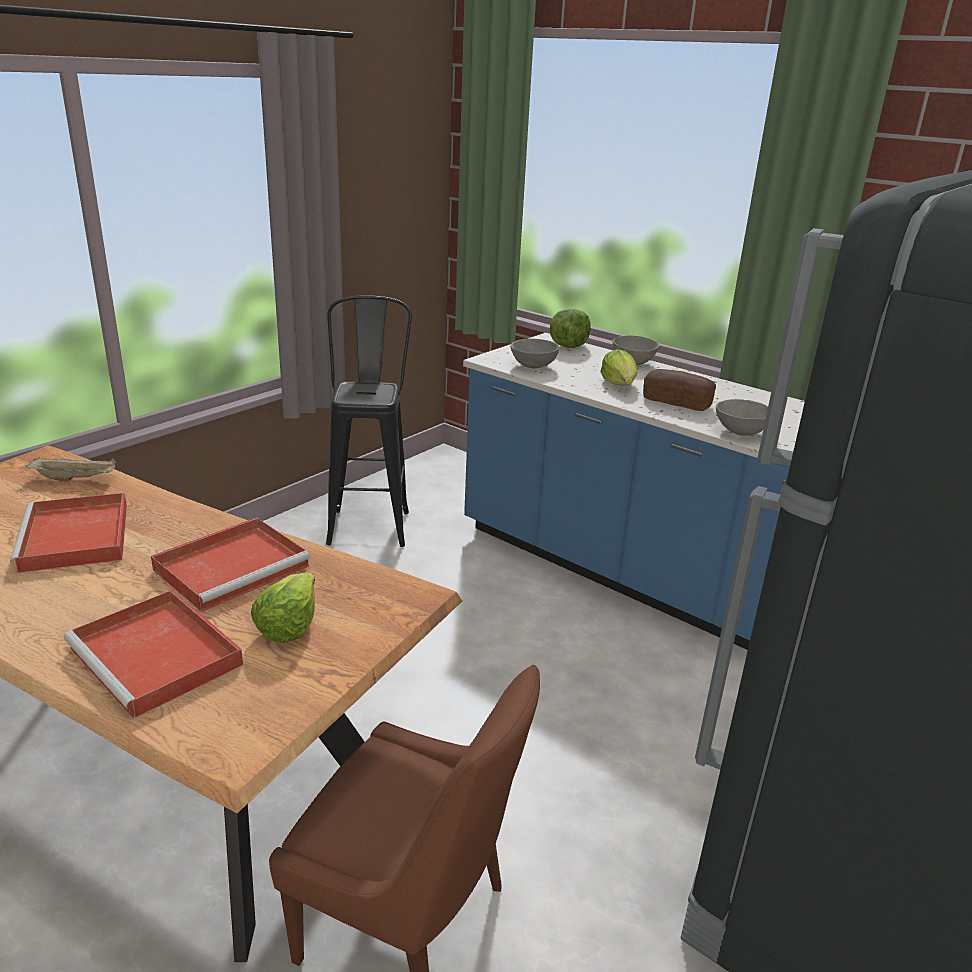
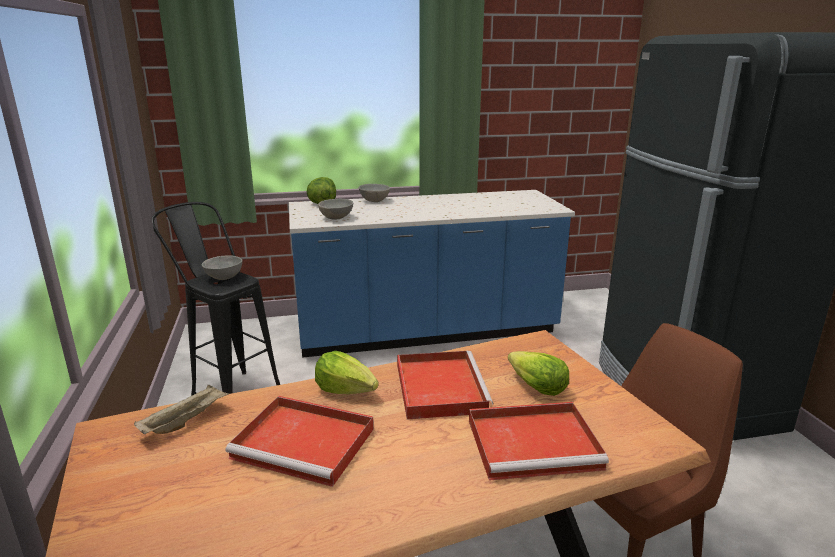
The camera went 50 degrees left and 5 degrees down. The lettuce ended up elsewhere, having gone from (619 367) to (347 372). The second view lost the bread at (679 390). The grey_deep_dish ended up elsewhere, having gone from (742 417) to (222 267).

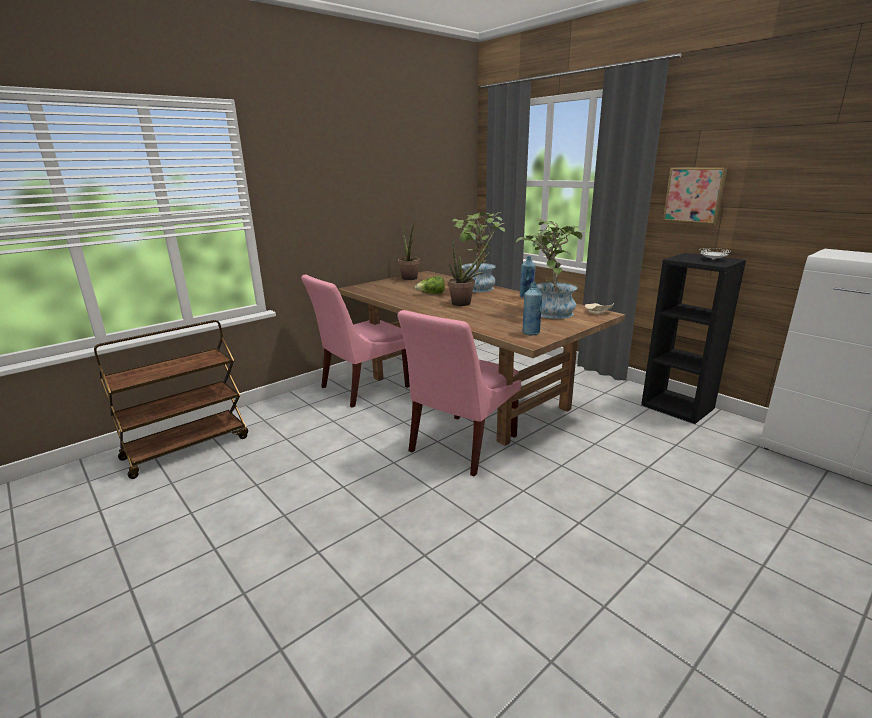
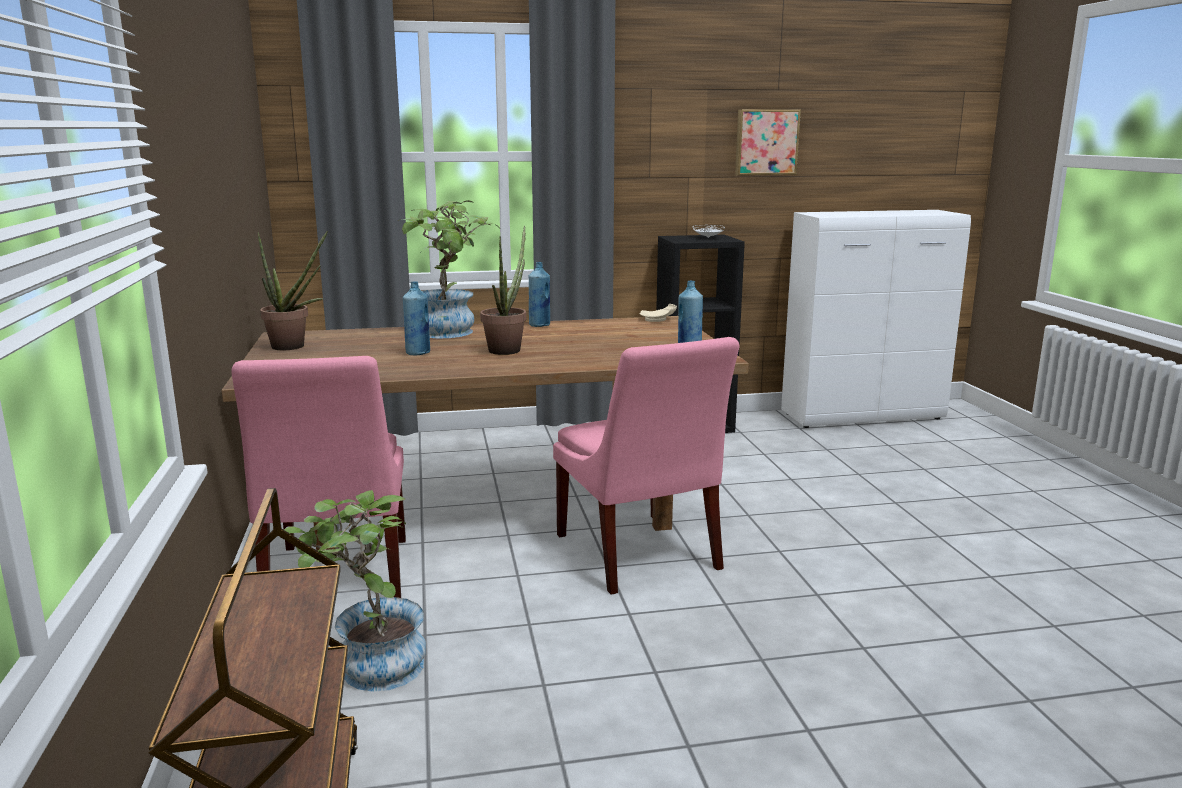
The camera went 60 degrees left and 5 degrees down. Where the lettuce stood at (430 285), the blue-coloured_beverage_bottle came to stand at (416 318). The plant_in_a_pot ended up elsewhere, having gone from (551 268) to (355 591). The wall_picture ended up elsewhere, having gone from (695 195) to (768 142).

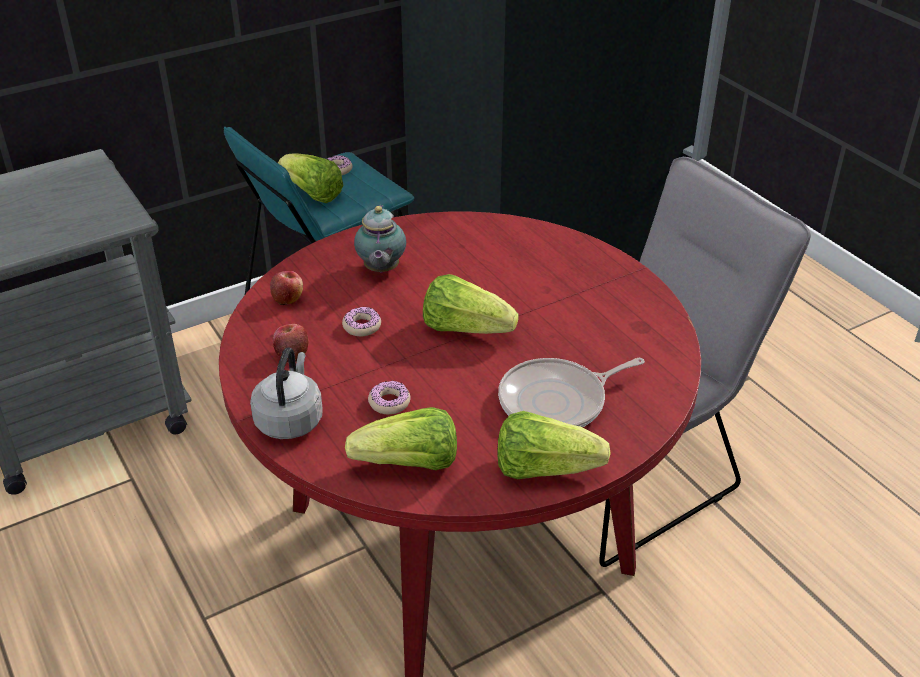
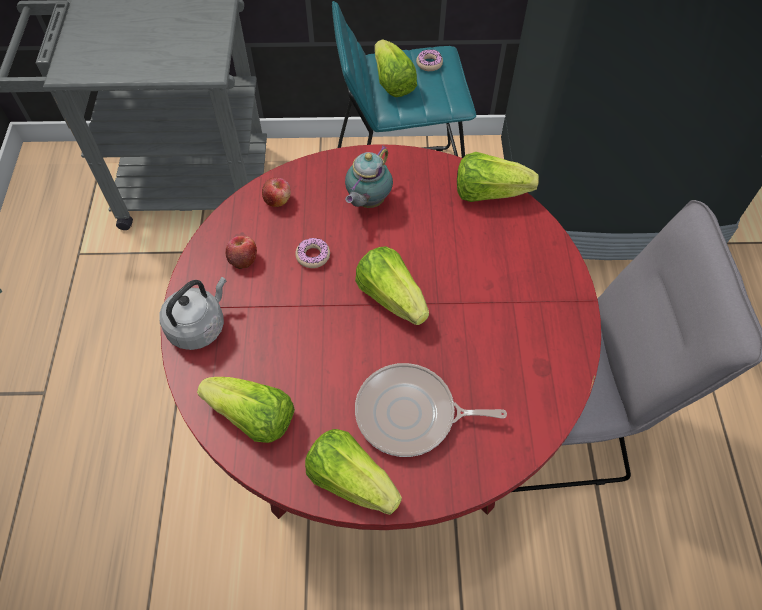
The camera went 30 degrees right and 20 degrees up. The second view lost the doughnut at (389 397). The second view gained the lettuce at (498 177).

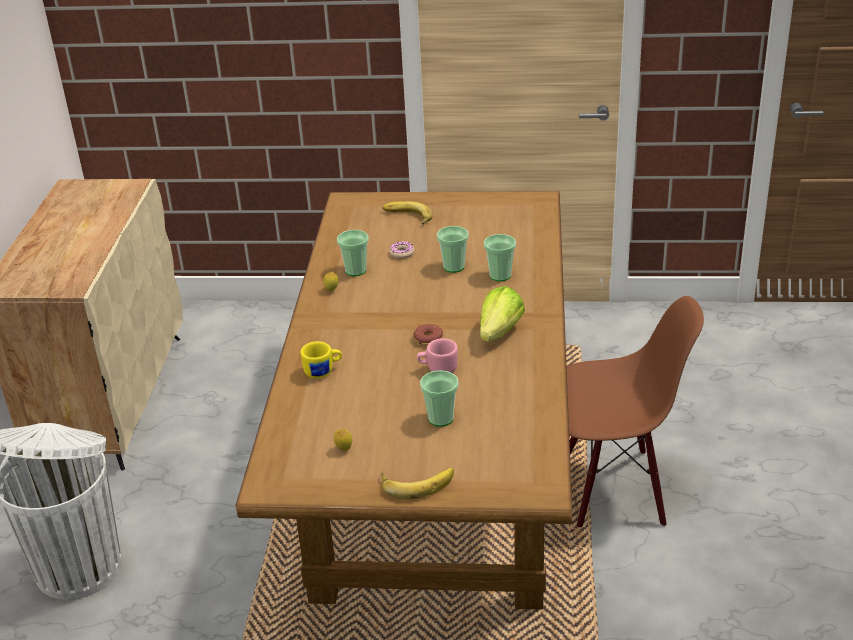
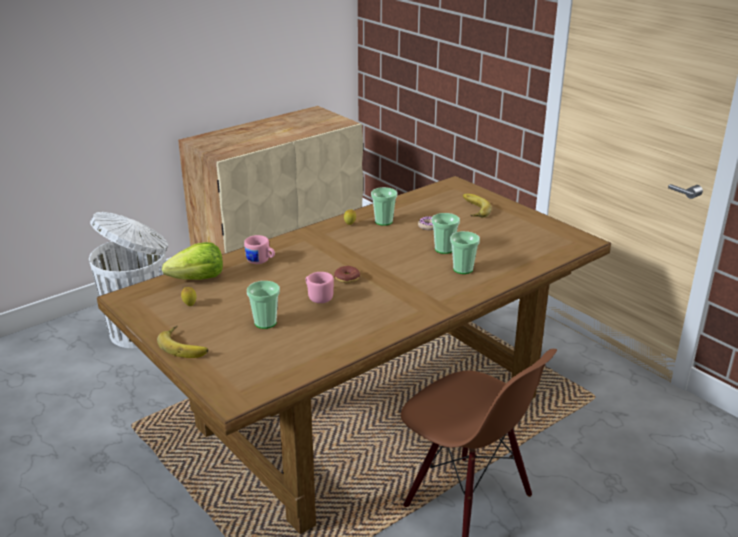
The camera went 45 degrees right and 5 degrees down. What was the yellow-coloured_coffee_mug at (321 360) turned into the pink_coffee_mug at (259 249). The lettuce ended up elsewhere, having gone from (502 314) to (192 261).

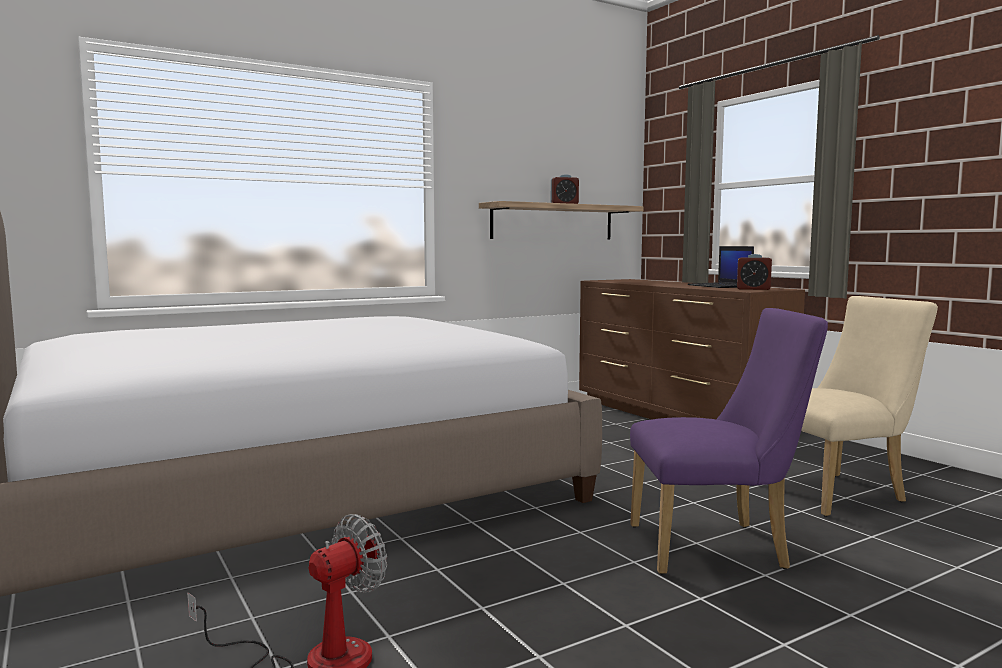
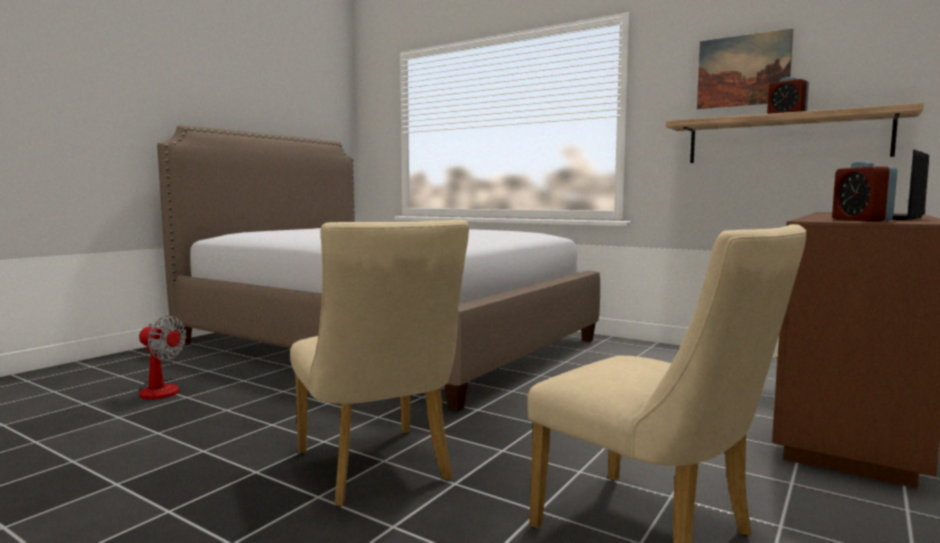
The camera went 65 degrees right and 0 degrees up. What was the purplish_plain_chair at (729 441) turned into the beige-coloured_plain_chair at (379 363). The second view gained the wall_picture at (745 69).

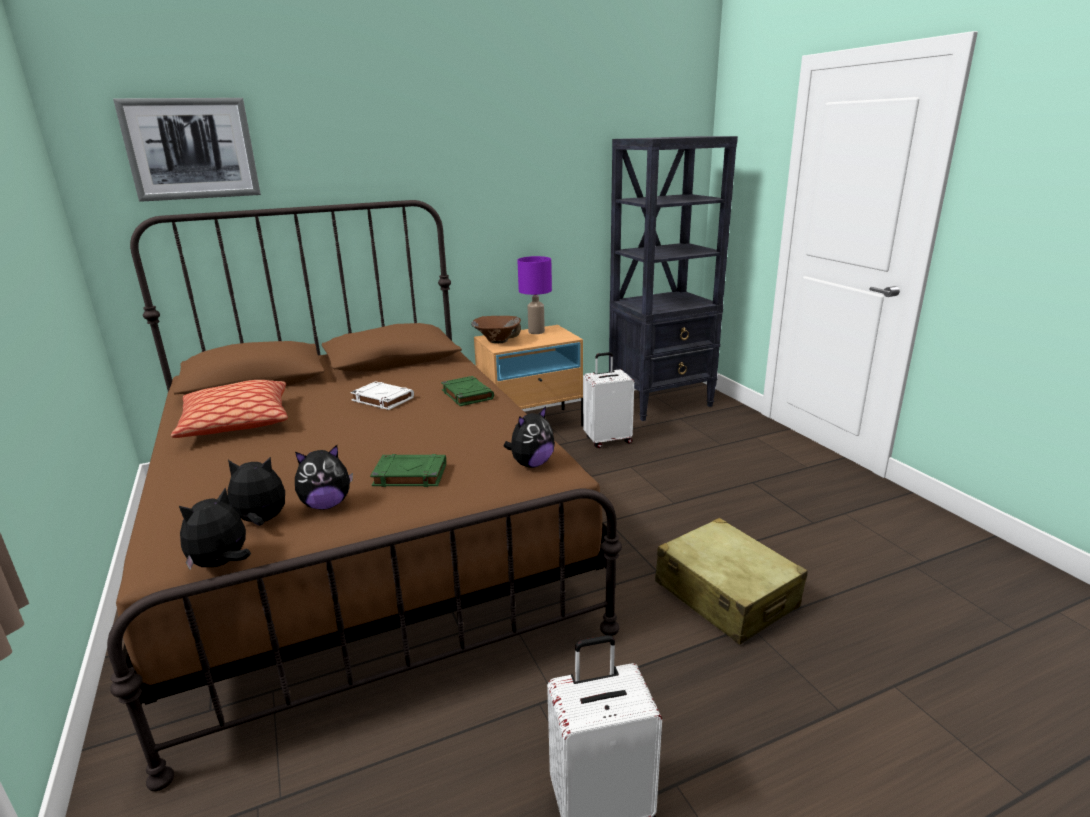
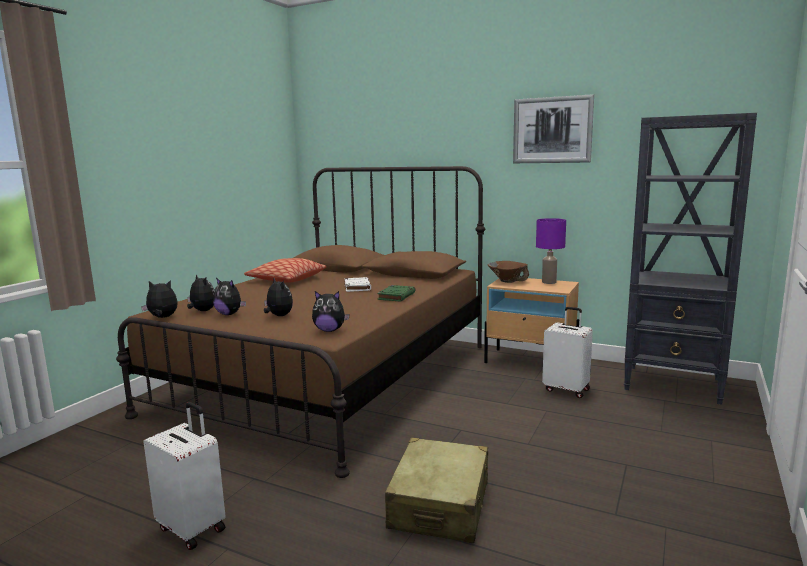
The camera went 50 degrees right and 10 degrees down. The wall_picture ended up elsewhere, having gone from (187 150) to (553 128). Where the green_bound_book stood at (408 470), the cuddly_toy came to stand at (278 297).

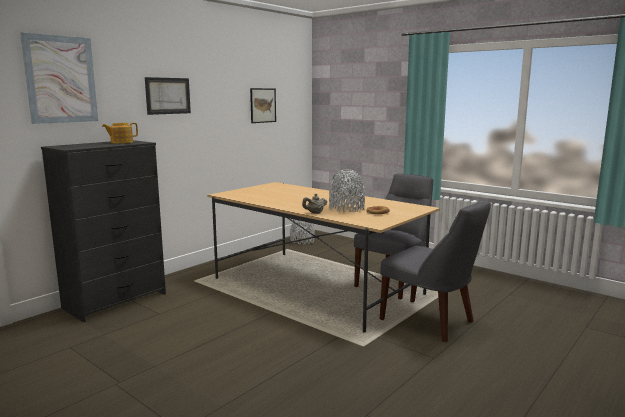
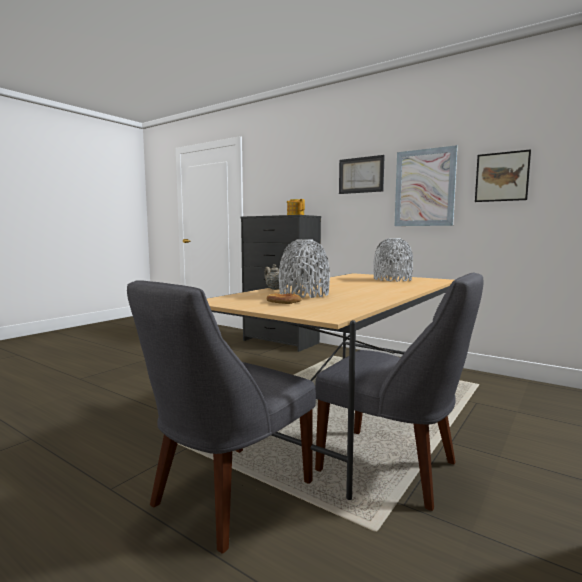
The camera went 85 degrees right and 5 degrees down. The wall_picture ended up elsewhere, having gone from (59 78) to (426 185). The grey_vase ended up elsewhere, having gone from (302 232) to (393 260).

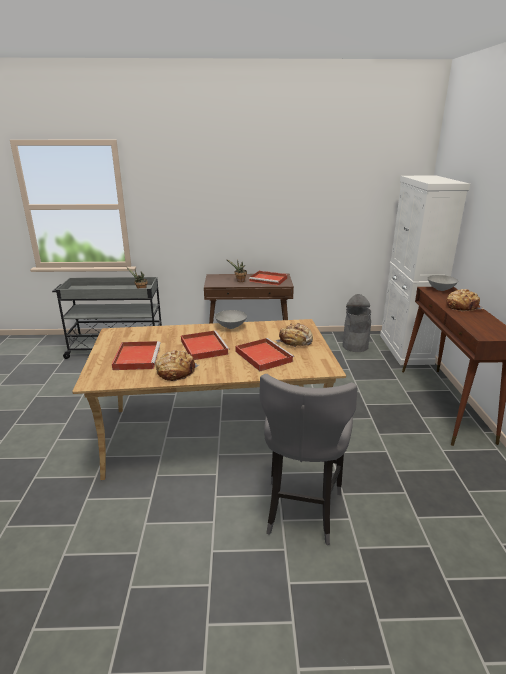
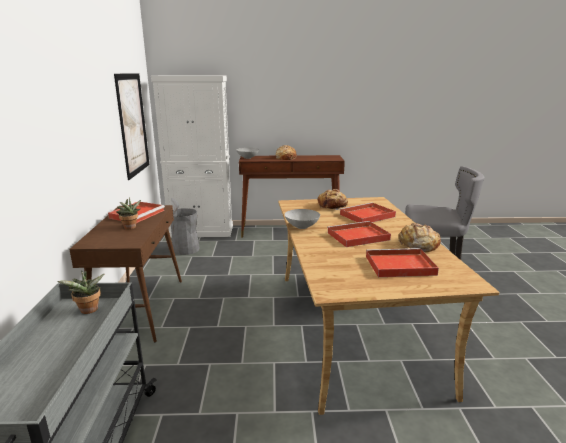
The camera went 90 degrees left and 5 degrees down. The second view gained the wall_picture at (131 126).

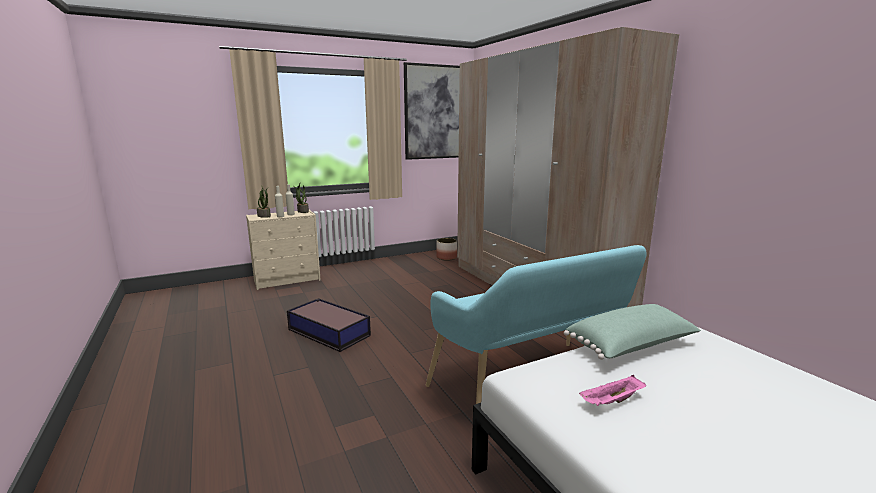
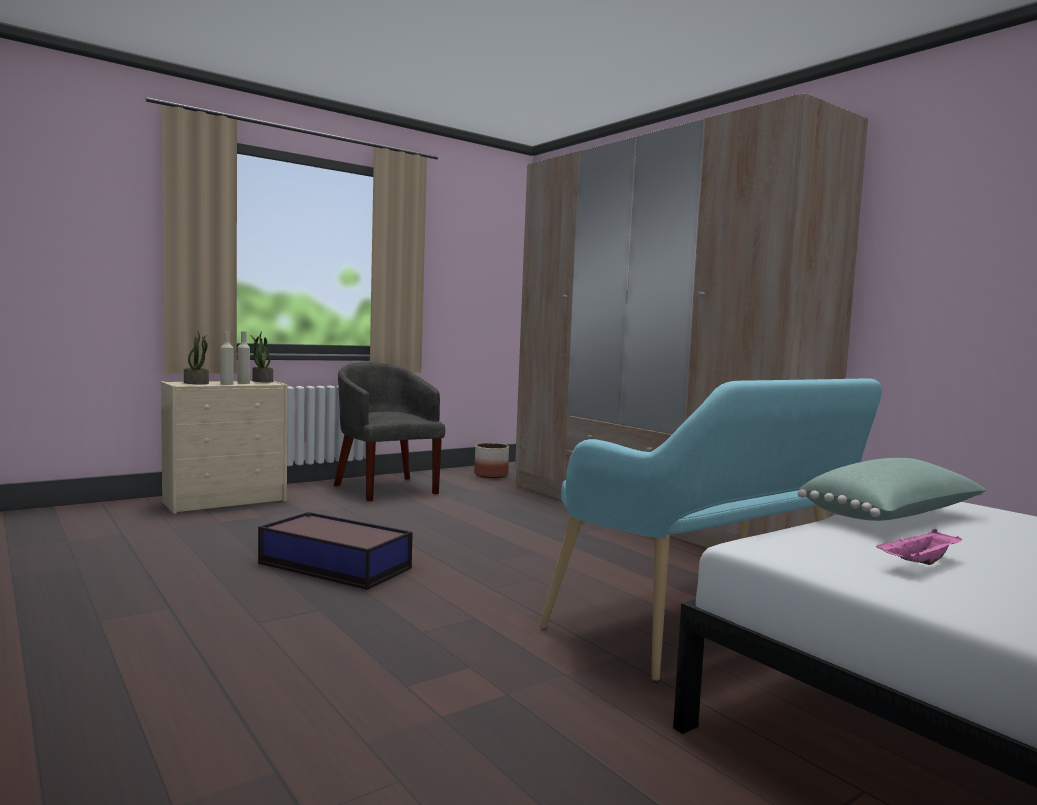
The camera went 10 degrees left and 10 degrees down. The second view lost the wall_picture at (432 111). The second view gained the grey_armchair at (389 432).

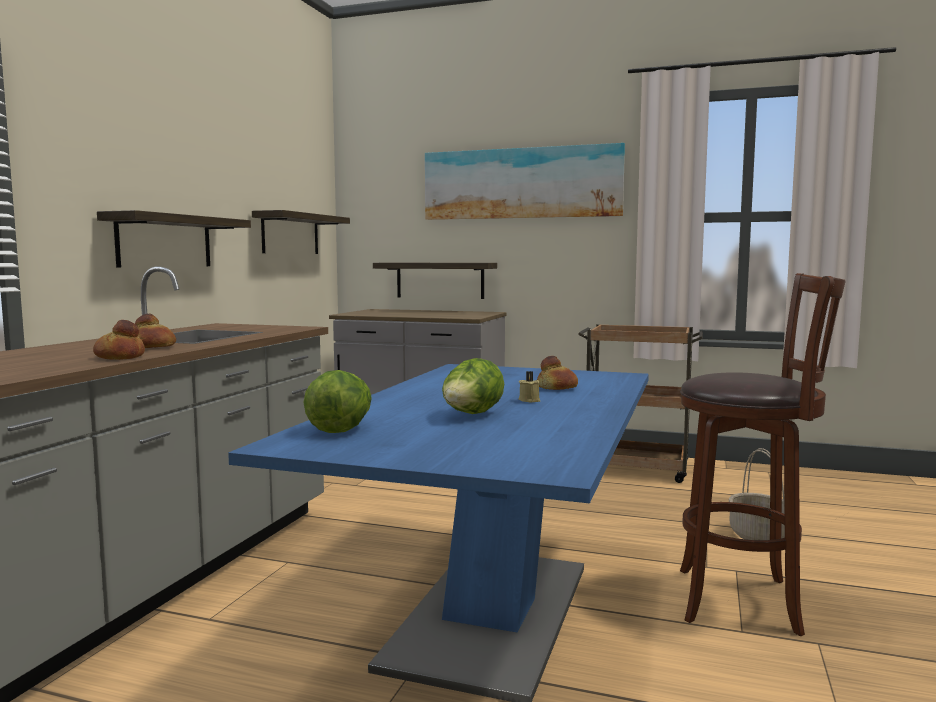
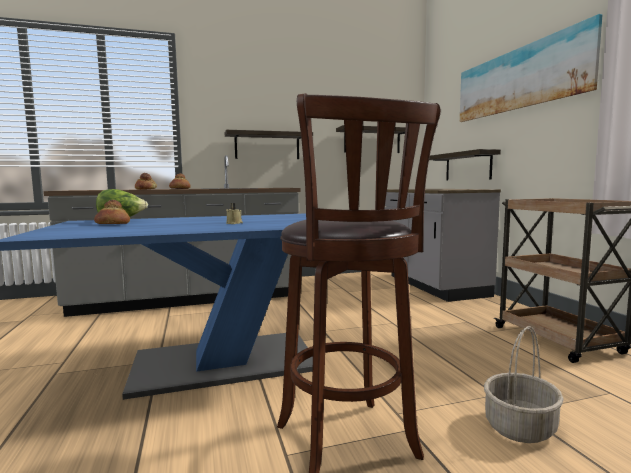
The camera went 55 degrees right and 0 degrees up. The second view lost the lettuce at (473 386). The bread ended up elsewhere, having gone from (557 373) to (112 212).

